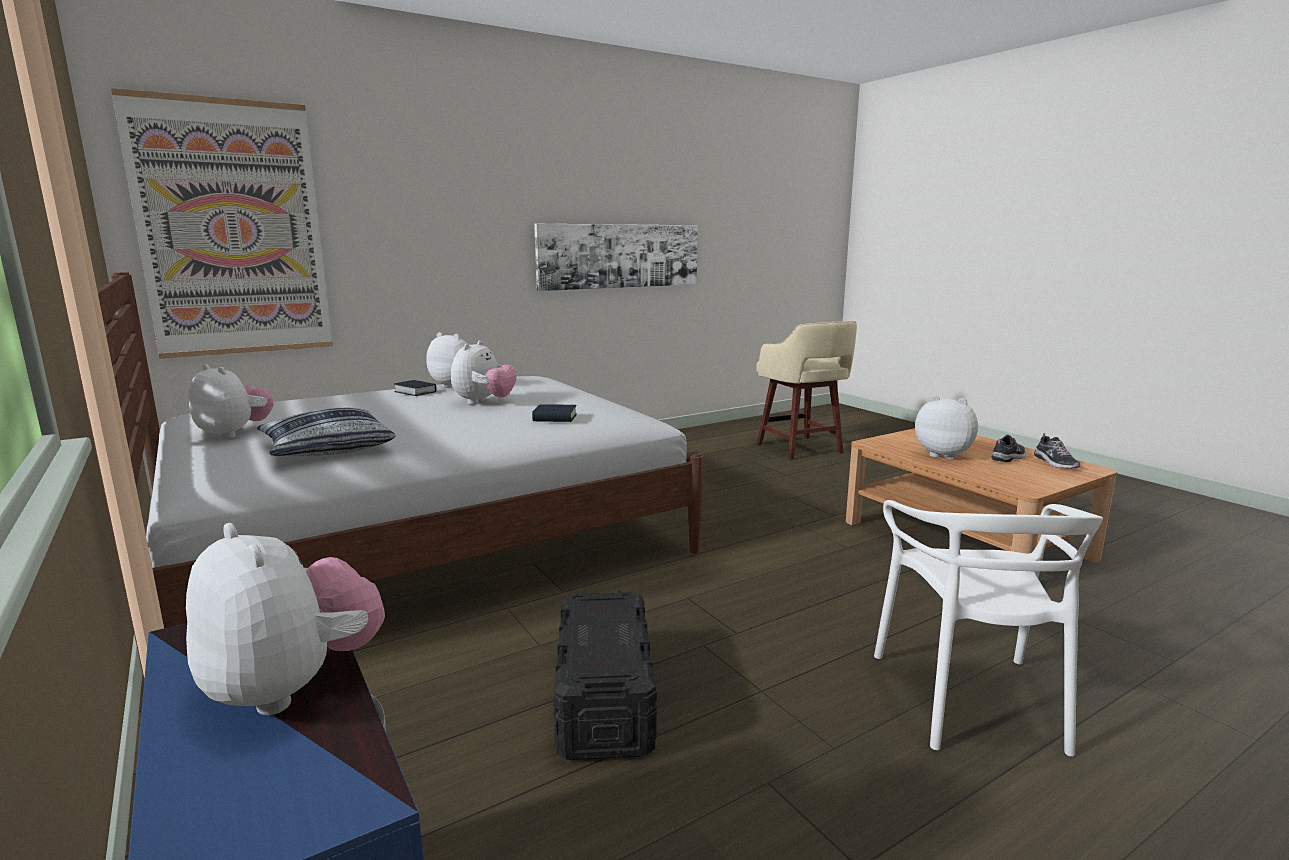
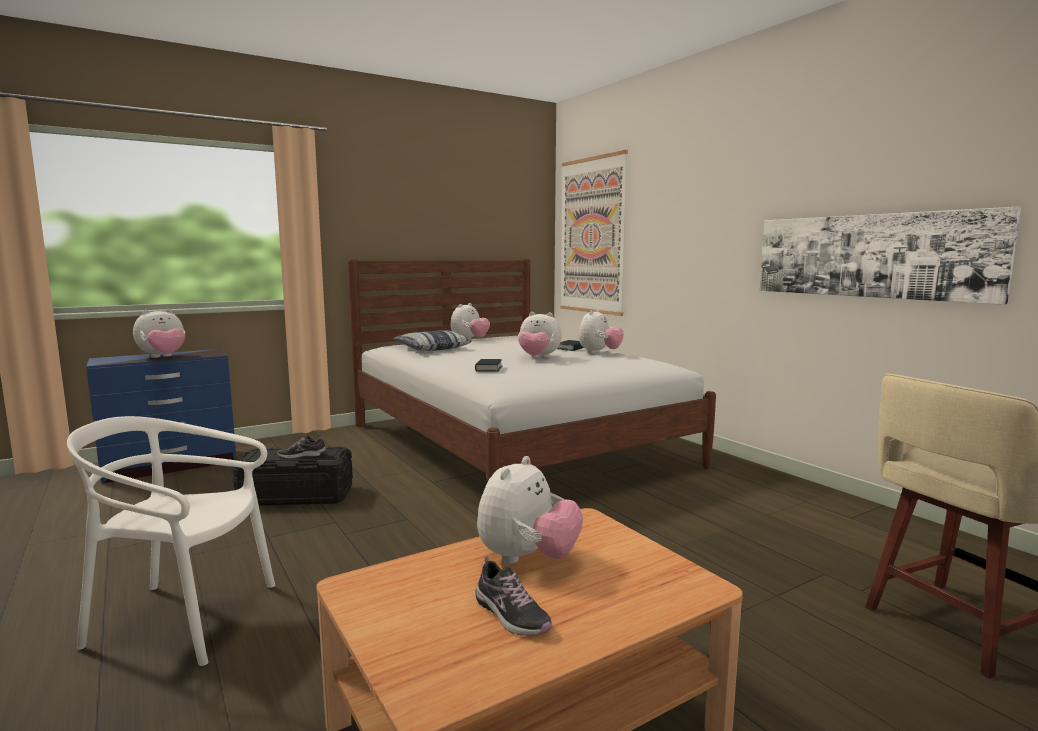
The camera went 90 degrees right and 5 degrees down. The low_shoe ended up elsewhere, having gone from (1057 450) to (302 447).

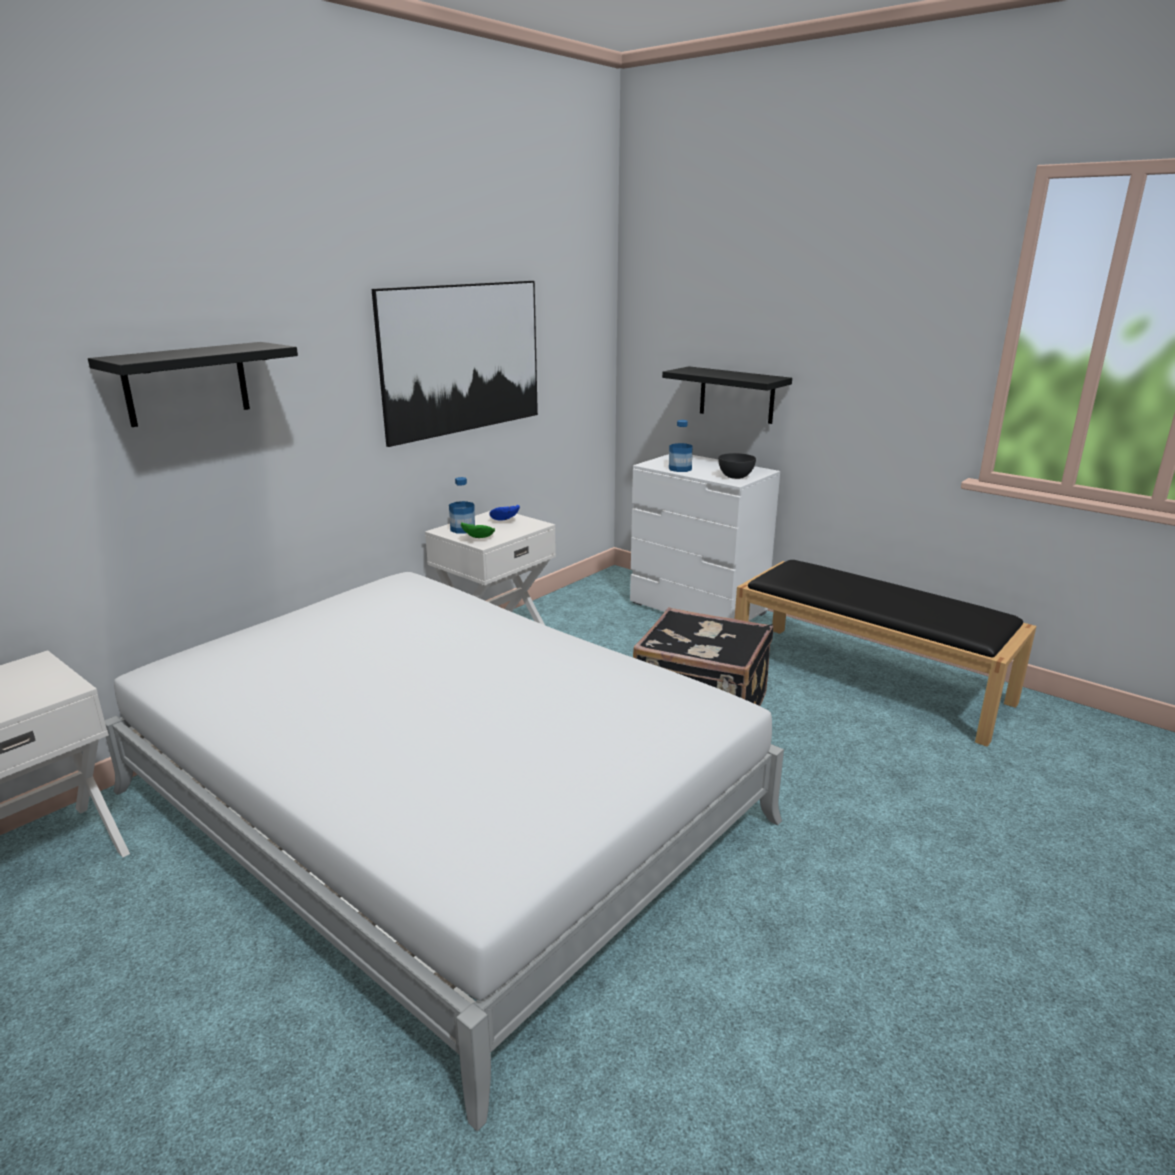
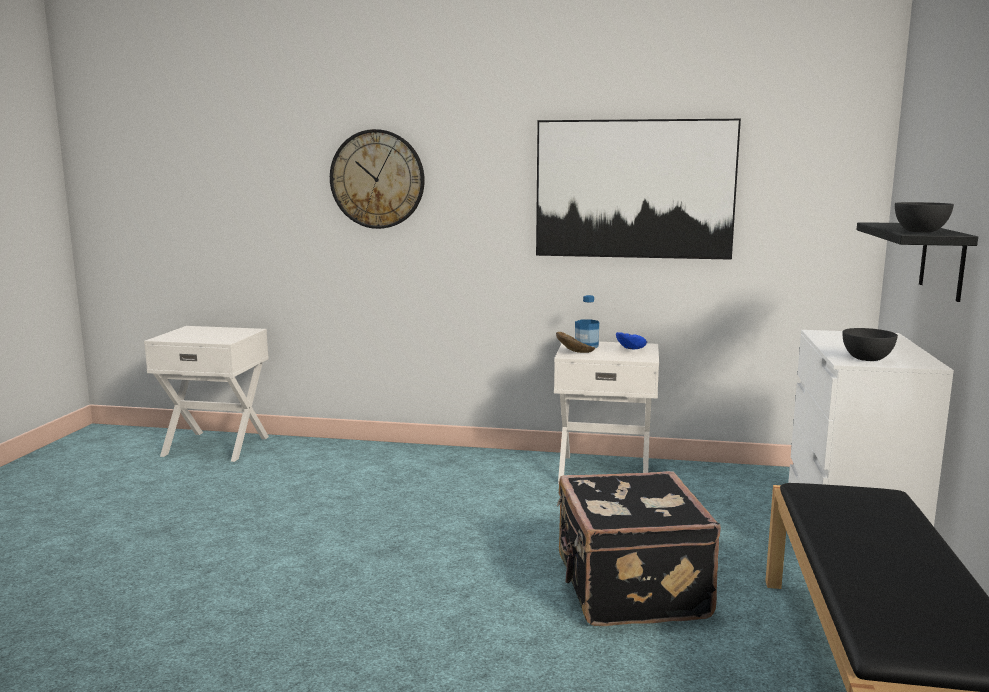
The camera went 60 degrees right and 10 degrees down. Where the black-coloured_shelf hung at (193 384), the clock_on_the_wall came to hang at (377 179). The second view lost the white_sleeping_bed at (444 851). What was the green_deep_dish at (478 530) turned into the brownish_deep_dish at (575 342). The second view lost the beverage_bottle at (680 446). The second view gained the grey_deep_dish at (924 217).

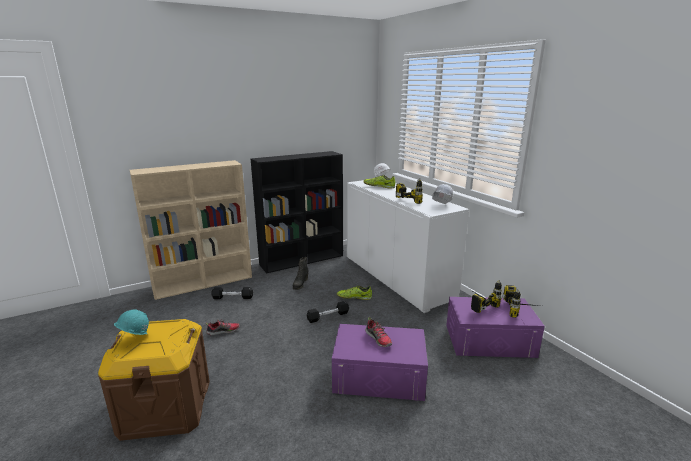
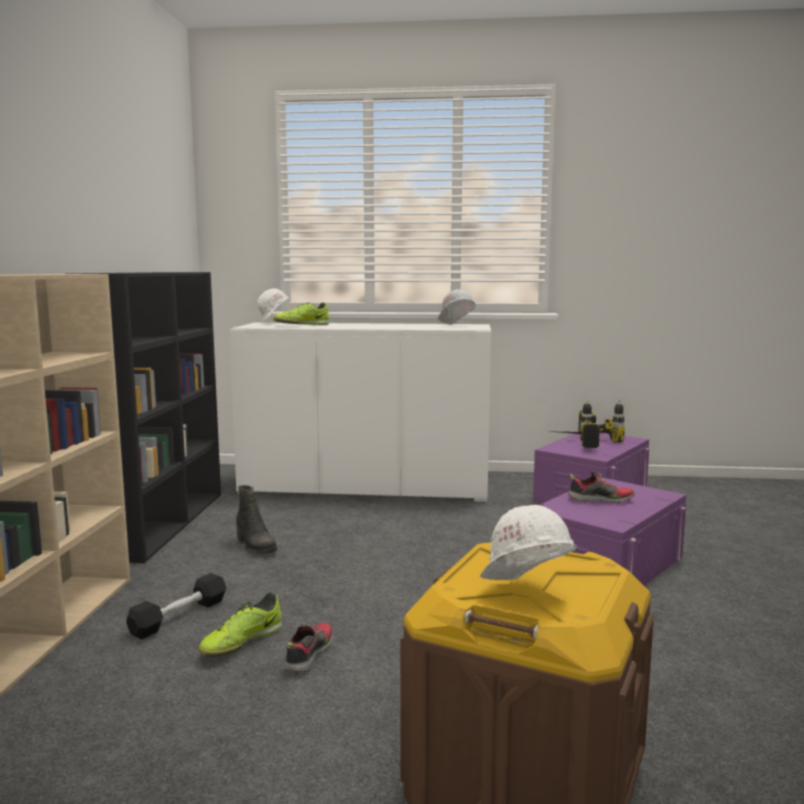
The camera went 55 degrees left and 10 degrees down. What was the turquoise-coloured_work_helmet at (131 322) turned into the white_work_helmet at (508 546). The second view lost the black-coloured_free_weight at (328 312). The low_shoe ended up elsewhere, having gone from (354 293) to (240 624). The second view lost the electric_drill at (409 191).

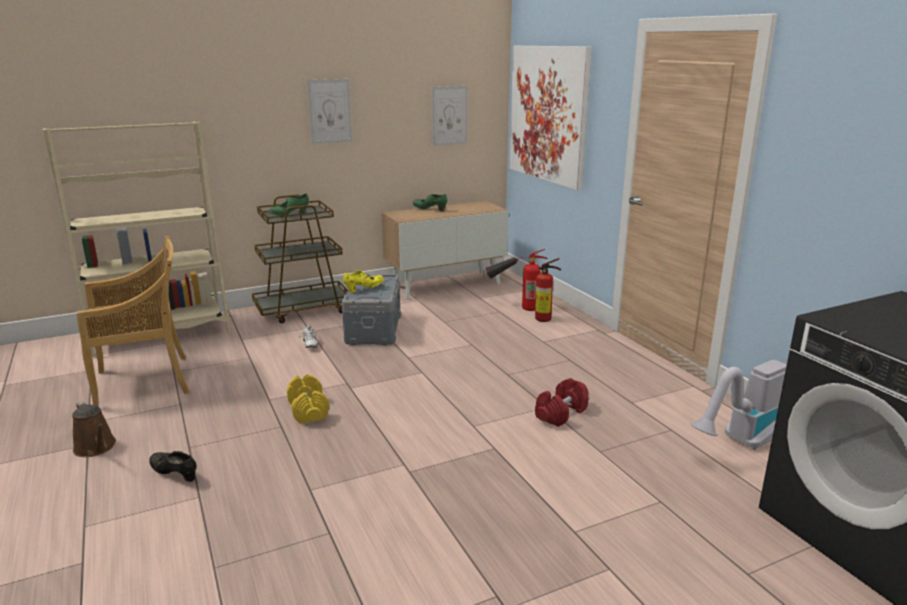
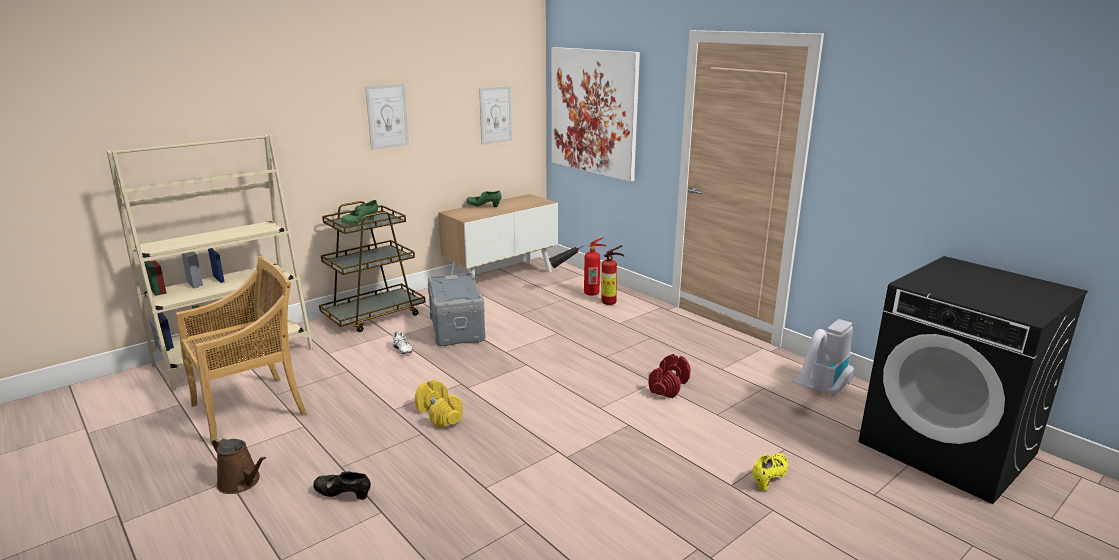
The camera went 15 degrees left and 0 degrees up. The yellow-coloured_low_shoe ended up elsewhere, having gone from (363 282) to (770 472).

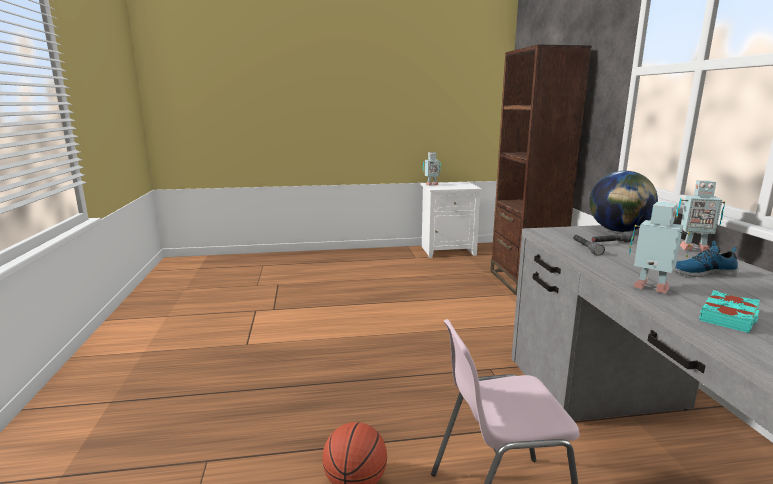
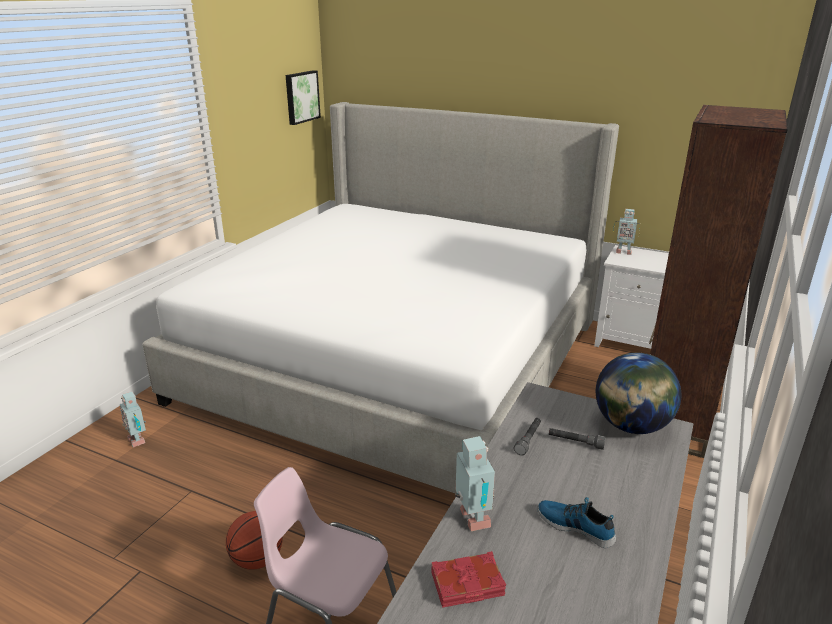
The camera went 35 degrees right and 10 degrees up. The robot_figure ended up elsewhere, having gone from (701 216) to (132 419). What was the turquoise-coloured_bound_book at (729 311) turned into the red-coloured_bound_book at (469 579). The second view gained the sleeping_bed at (380 298). The second view gained the wall_picture at (303 97).

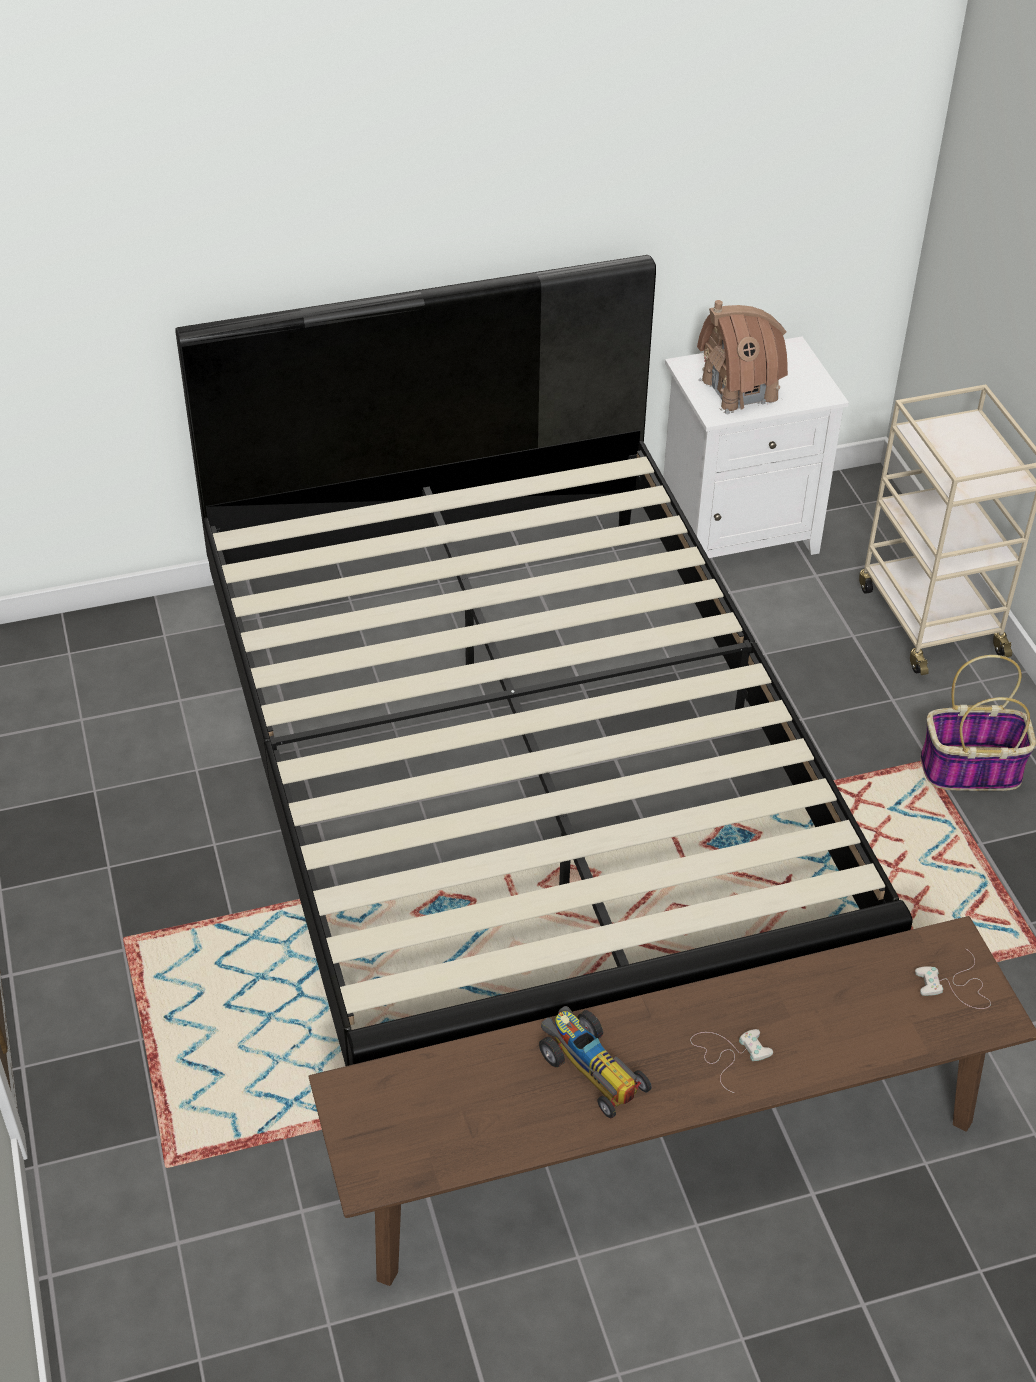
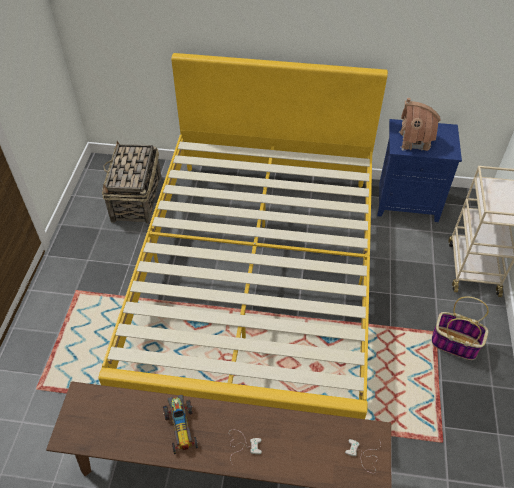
The camera went 25 degrees right and 5 degrees up. What was the black-coloured_sleeping_bed at (544 660) turned into the yellow-coloured_sleeping_bed at (243 236). What was the white_night_table at (756 447) turned into the blue-coloured_night_table at (419 170). The second view gained the household_basket at (132 182).

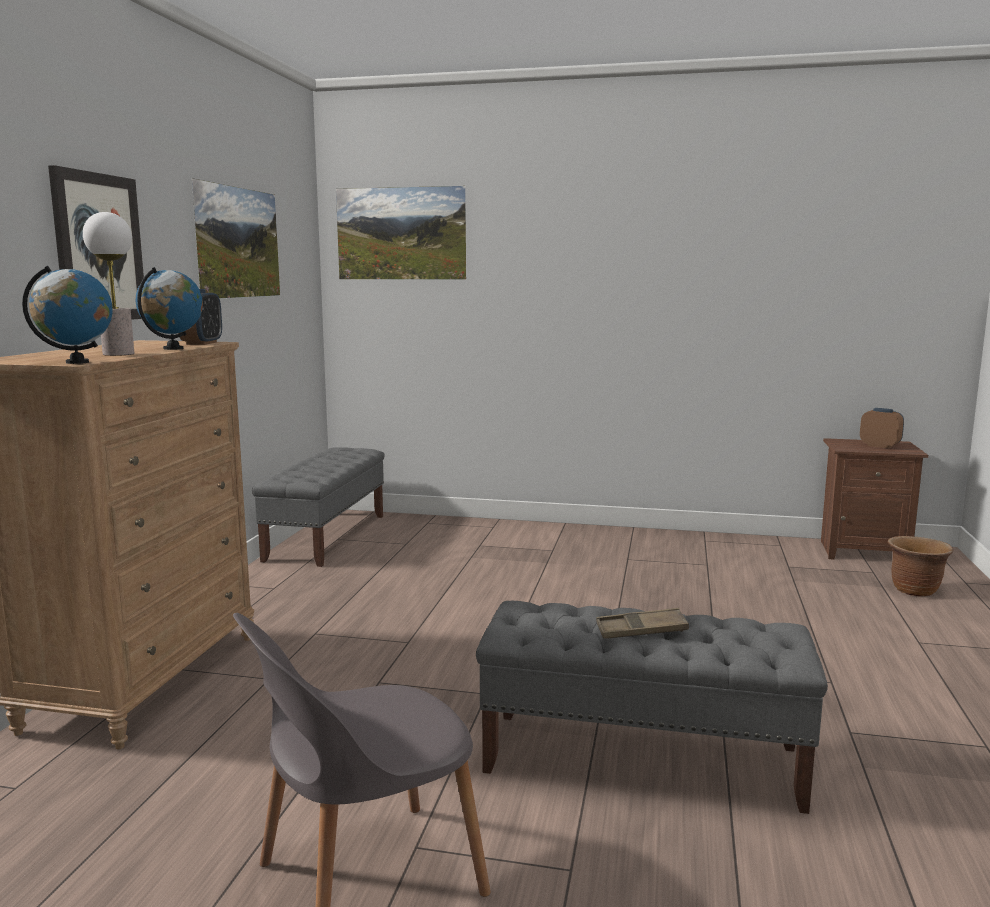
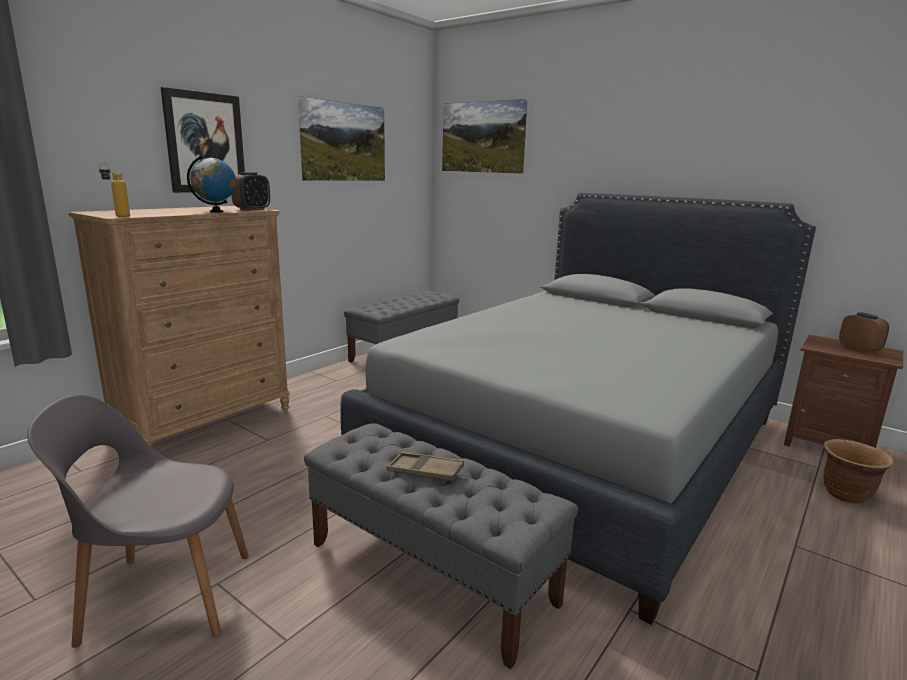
The camera went 25 degrees right and 5 degrees up. Where the desk_globe stood at (67 315), the beverage_bottle came to stand at (114 190). The second view lost the tabletop_lamp at (108 284). The second view gained the grey_sleeping_bed at (578 409).

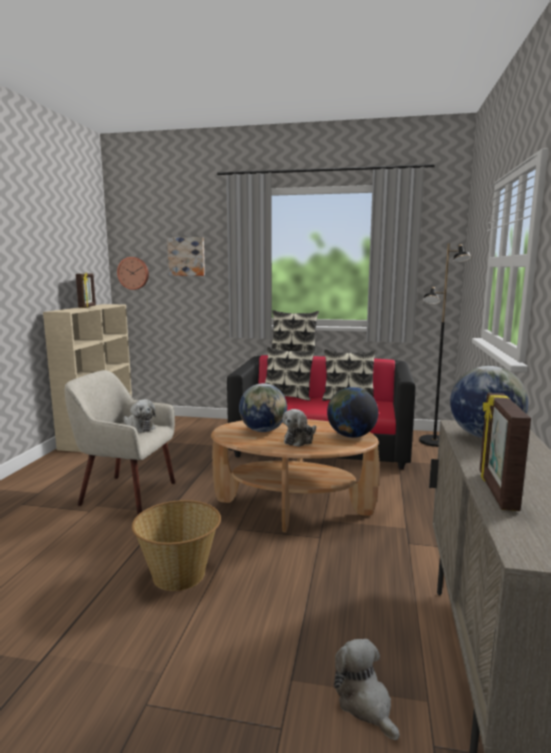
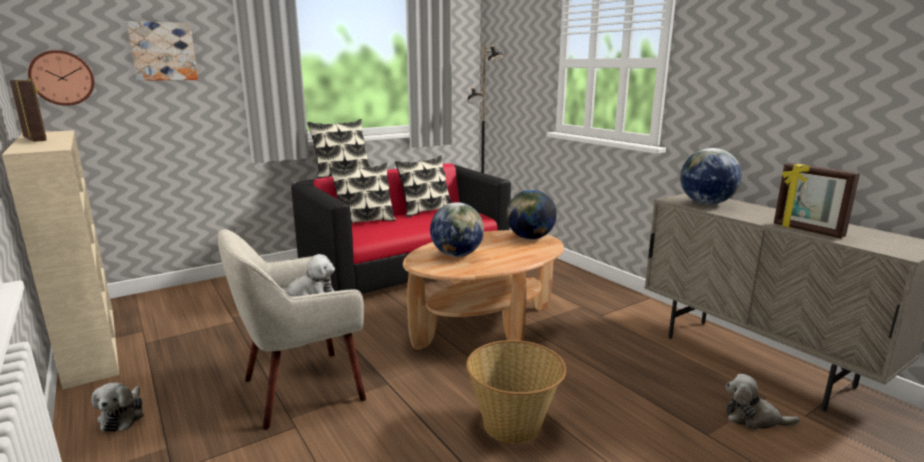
The camera went 45 degrees left and 5 degrees up. The cuddly_toy ended up elsewhere, having gone from (299 428) to (117 407).

